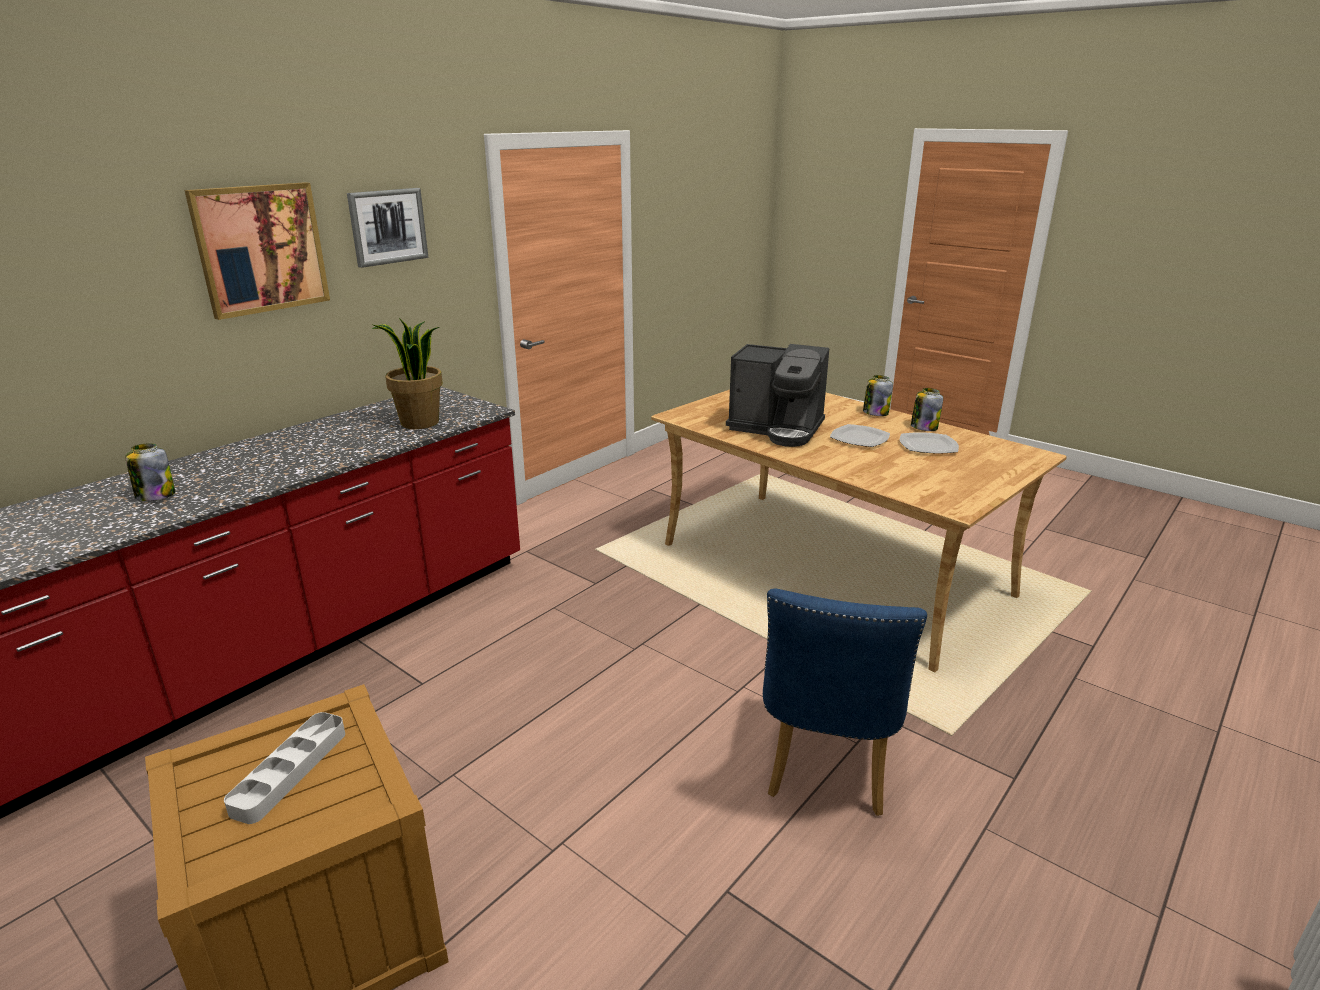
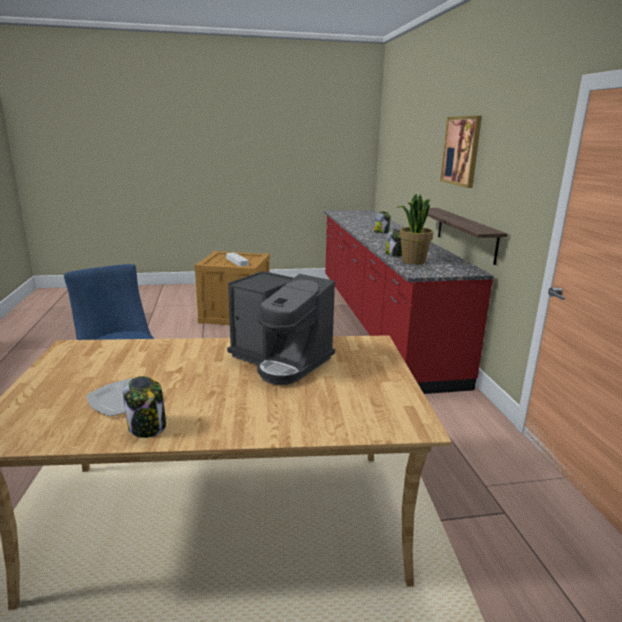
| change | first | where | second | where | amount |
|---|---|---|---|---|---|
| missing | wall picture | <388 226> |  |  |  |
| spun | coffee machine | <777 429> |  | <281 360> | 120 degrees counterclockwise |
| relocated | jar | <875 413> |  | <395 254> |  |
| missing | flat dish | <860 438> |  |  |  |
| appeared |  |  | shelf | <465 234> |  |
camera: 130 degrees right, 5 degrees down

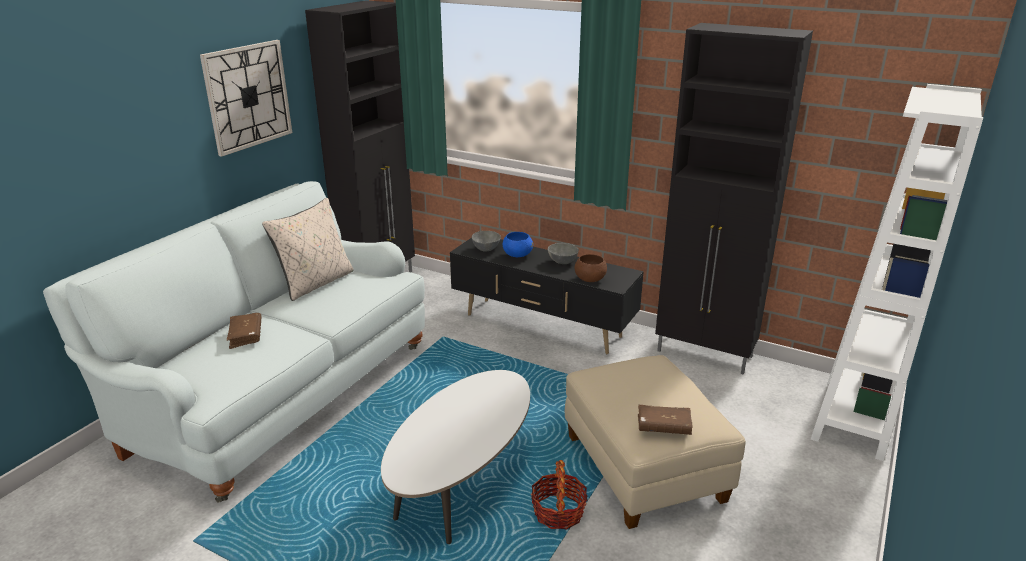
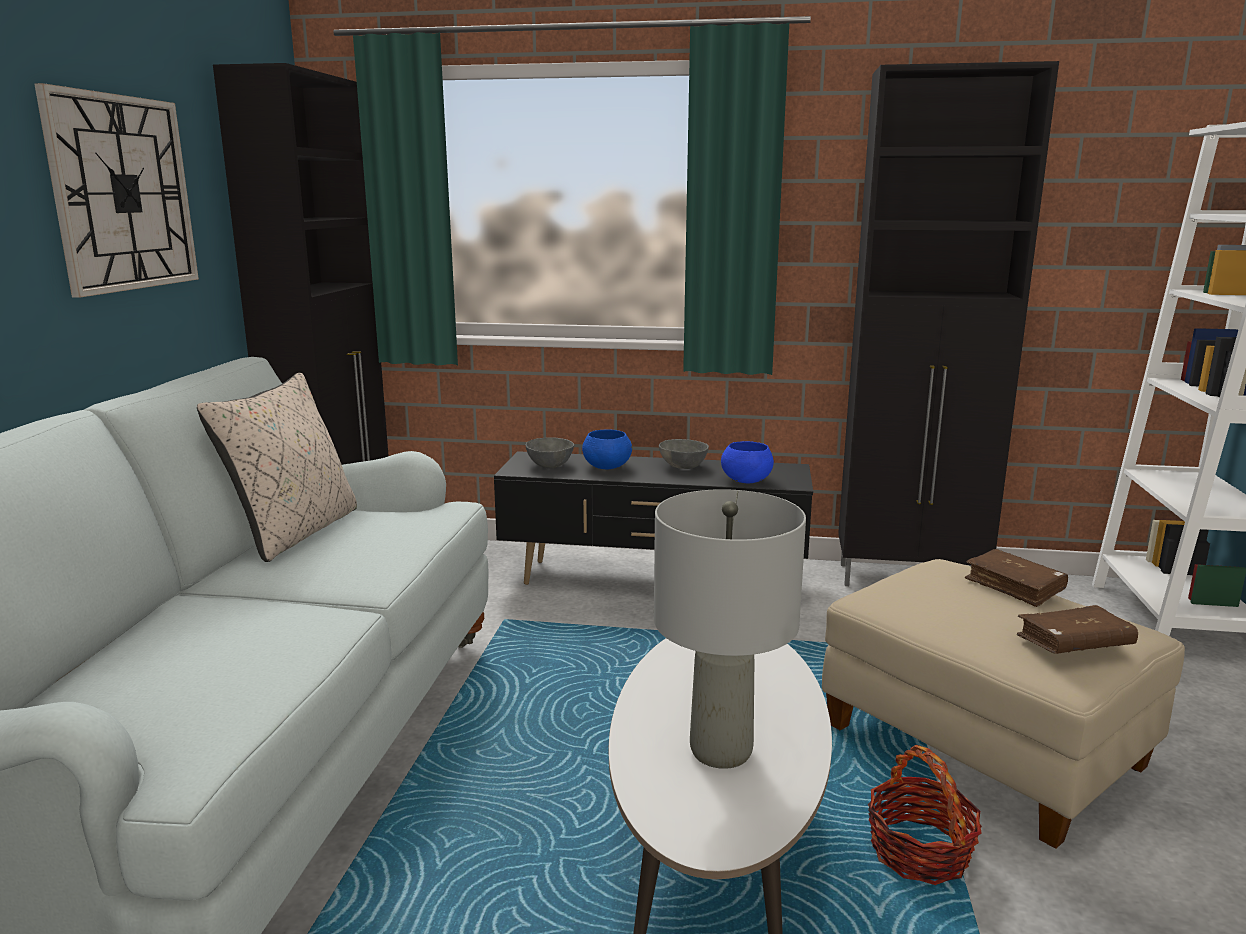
| change | first | where | second | where | amount |
|---|---|---|---|---|---|
| colour | brown serving bowl | <589 279> | blue serving bowl | <746 481> |  |
| relocated | brown volume | <246 335> |  | <1014 586> |  |
| appeared |  |  | greyish table lamp | <719 750> |  |
camera: 20 degrees left, 10 degrees down

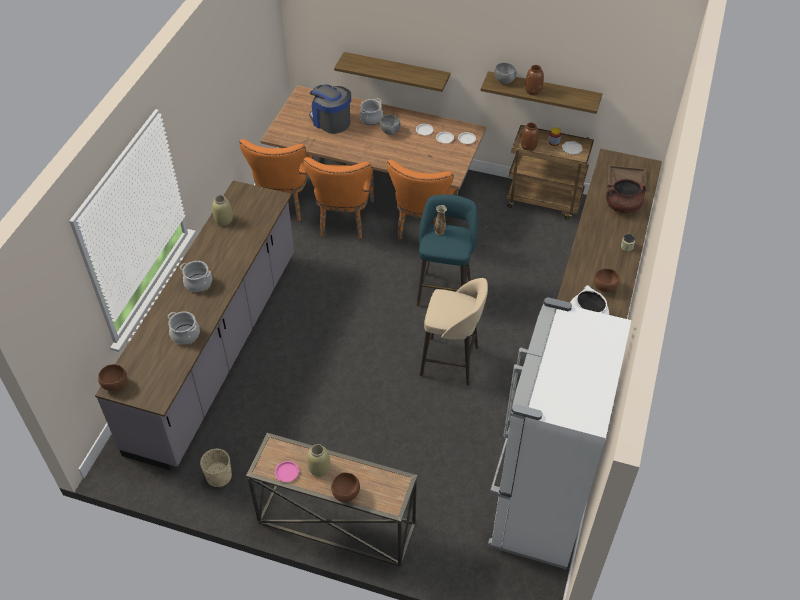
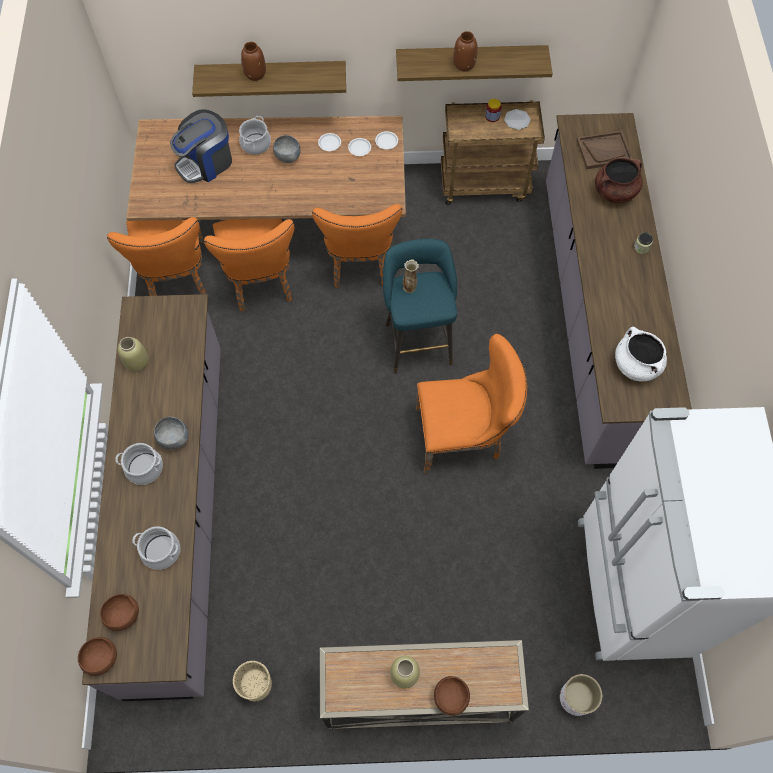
| change | first | where | second | where | amount |
|---|---|---|---|---|---|
| relocated | greyish serving bowl | <504 81> |  | <174 439> |  |
| spun | coffee machine | <331 121> |  | <206 163> | 60 degrees counterclockwise |
| relocated | brown flower vase | <529 146> |  | <255 74> |  |
| relocated | brown serving bowl | <605 288> |  | <124 616> |  |
| exchanged | sand-coloured stool seat | <451 362> | orangey chair | <463 435> |  |
| missing | pinkish flat dish | <287 472> |  |  |  |
| appeared |  |  | white planter | <575 698> |  |
camera: 20 degrees left, 15 degrees up

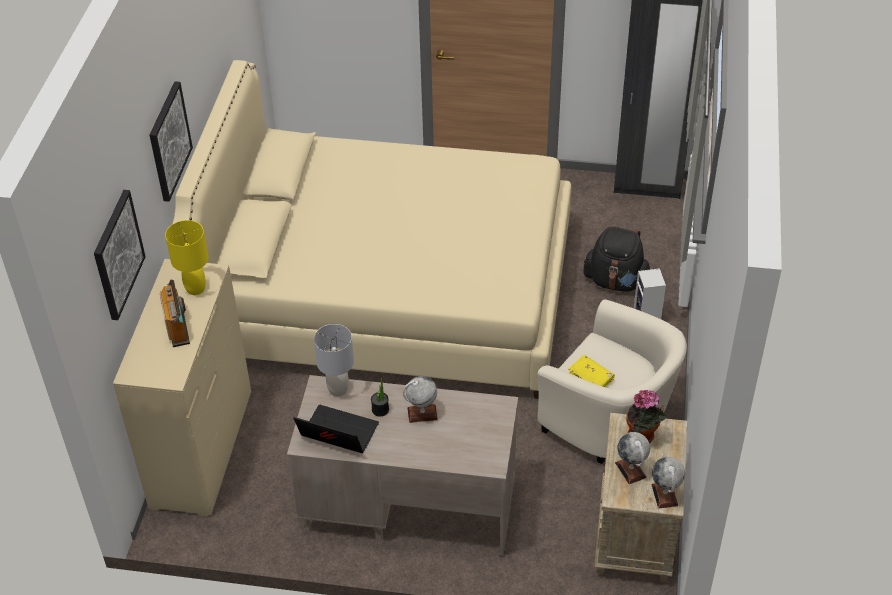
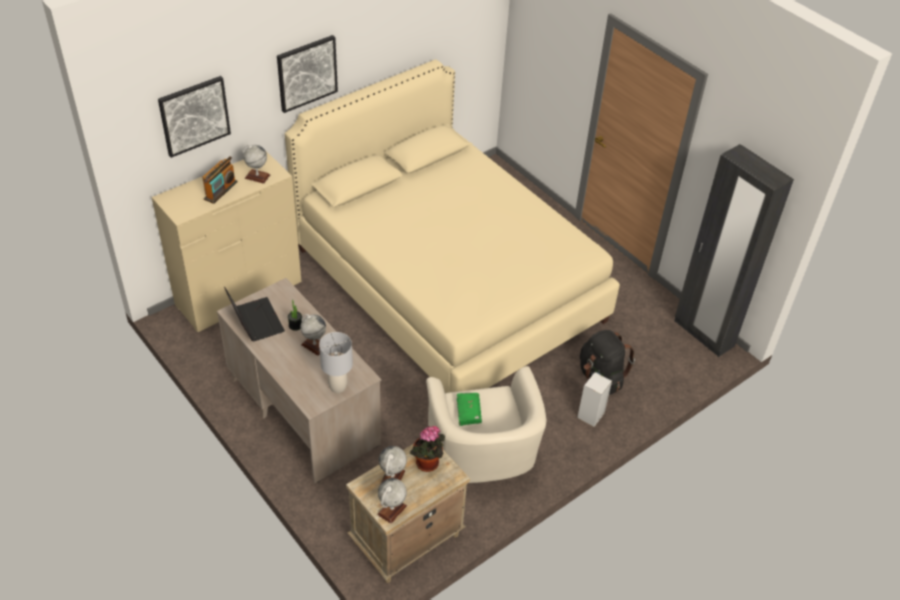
| change | first | where | second | where | amount |
|---|---|---|---|---|---|
| exchanged | yellowish table lamp | <195 288> | desk globe | <257 176> |  |
| relocated | greyish table lamp | <338 389> |  | <338 387> |  |
| colour | yellowish volume | <591 378> | greenish volume | <468 412> |  |
camera: 40 degrees right, 0 degrees up

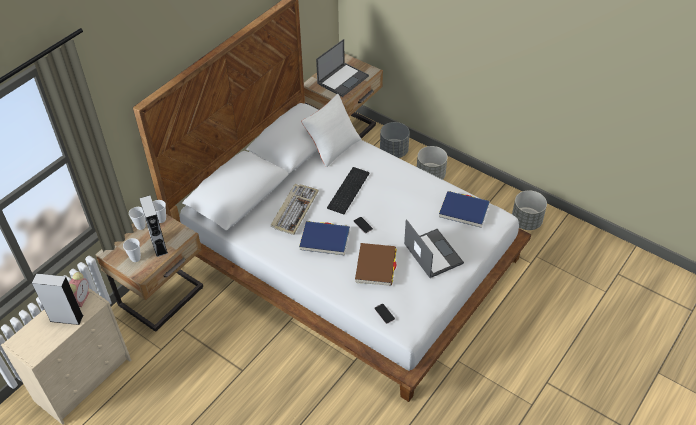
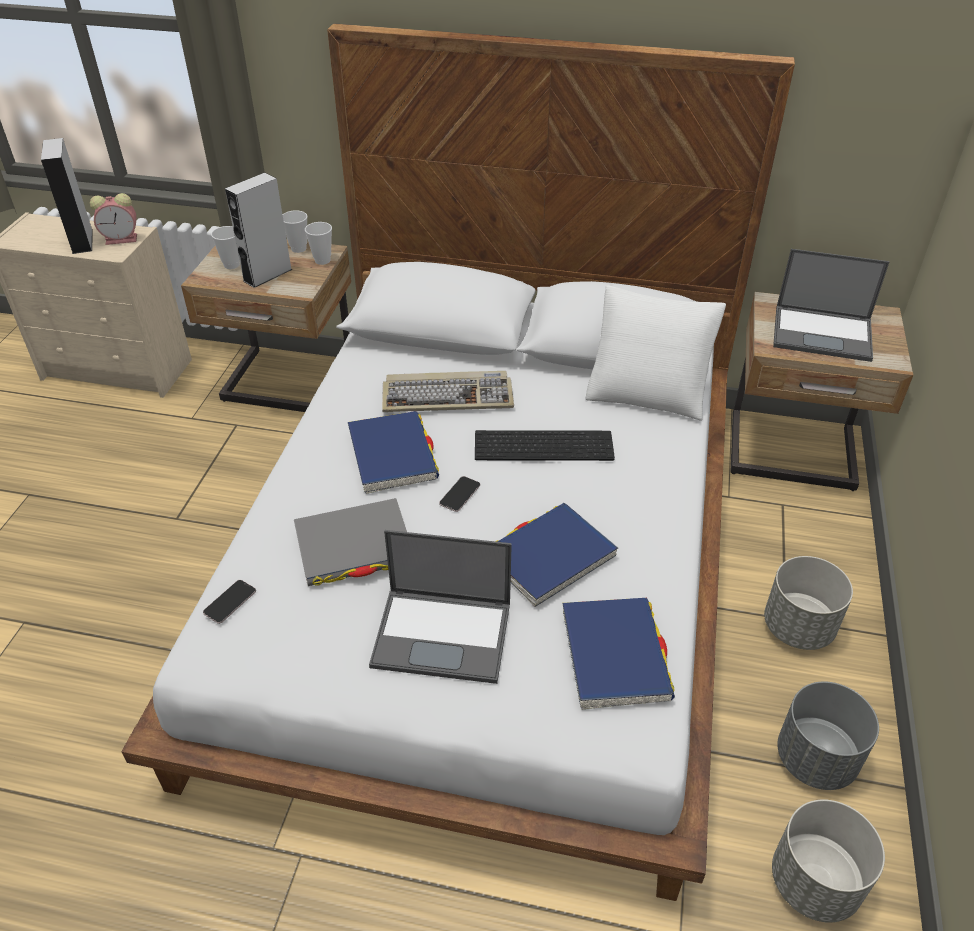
| change | first | where | second | where | amount |
|---|---|---|---|---|---|
| relocated | greyish planter | <394 151> |  | <816 759> |  |
| spun | portable computer | <432 253> |  | <444 634> | 60 degrees clockwise |
| colour | brown volume | <375 266> | greyish volume | <354 546> |  |
| appeared |  |  | blue volume | <549 557> |  |
camera: 65 degrees right, 5 degrees down

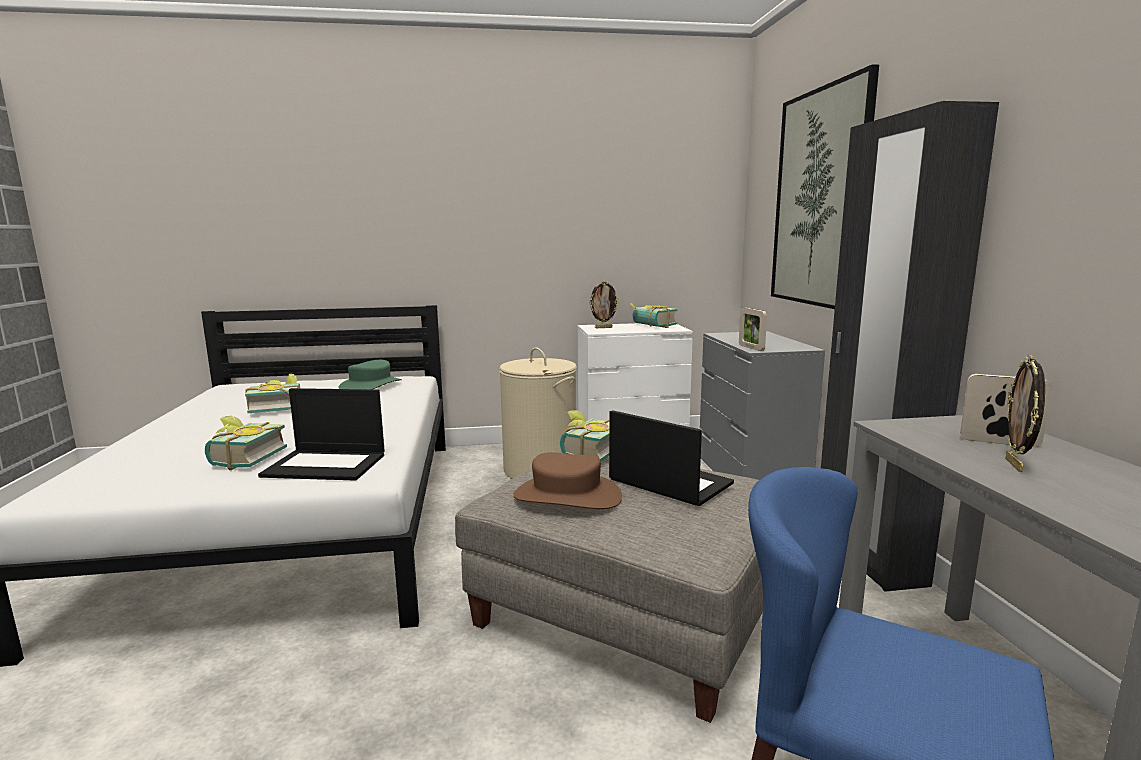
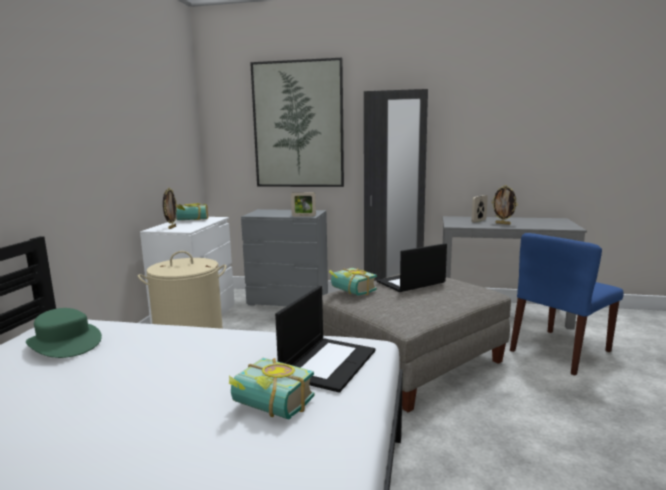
| change | first | where | second | where | amount |
|---|---|---|---|---|---|
| missing | volume | <277 408> |  |  |  |
| missing | brown hat | <567 496> |  |  |  |
camera: 70 degrees left, 0 degrees up

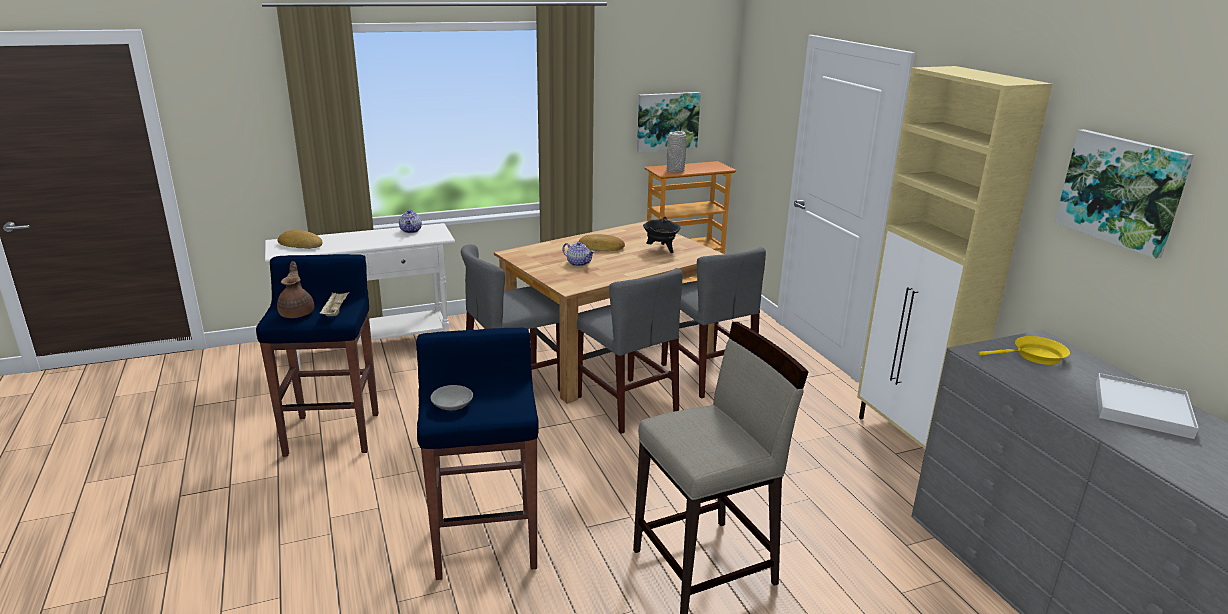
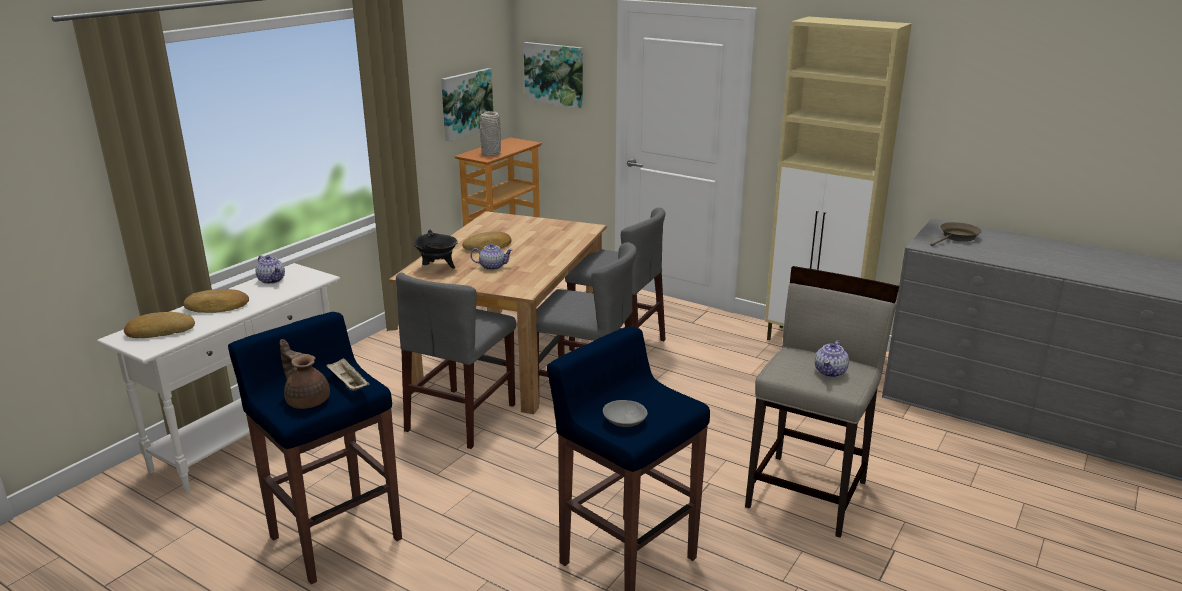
| change | first | where | second | where | amount |
|---|---|---|---|---|---|
| relocated | wall picture | <1122 191> |  | <554 74> |  |
| relocated | black-coloured cooking pot | <661 249> |  | <437 267> |  |
| colour | yellowish frying pan | <1034 356> | brown frying pan | <957 237> |  |
| missing | white serving tray | <1142 409> |  |  |  |
| appeared |  |  | baked bread | <217 307> |  |
| appeared |  |  | teapot | <830 372> |  |
camera: 35 degrees left, 0 degrees up

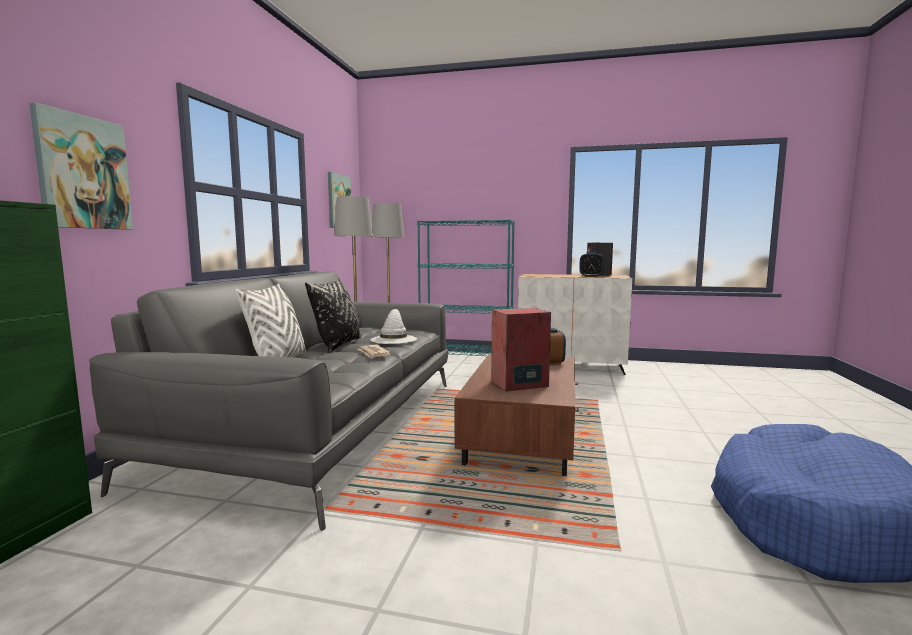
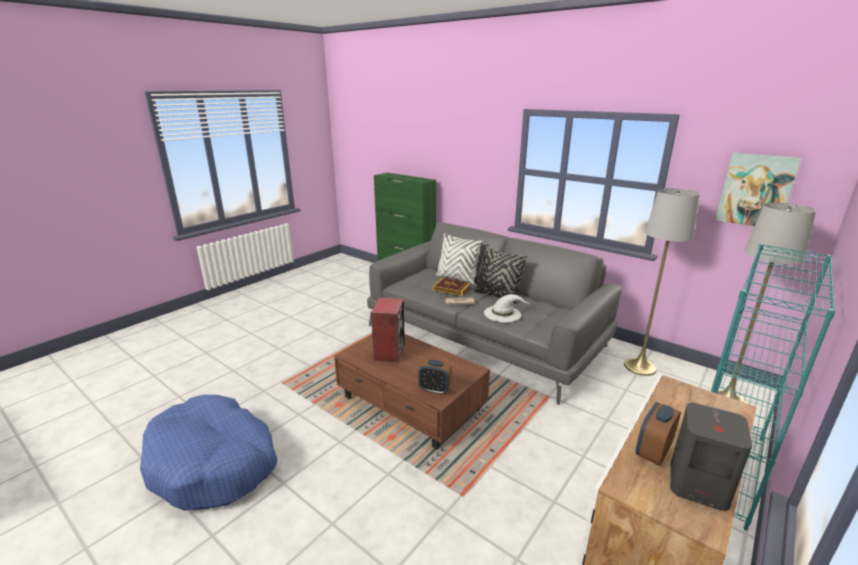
| change | first | where | second | where | amount |
|---|---|---|---|---|---|
| missing | wall picture | <83 172> |  |  |  |
| appeared |  |  | volume | <452 289> |  |
camera: 115 degrees right, 15 degrees up

